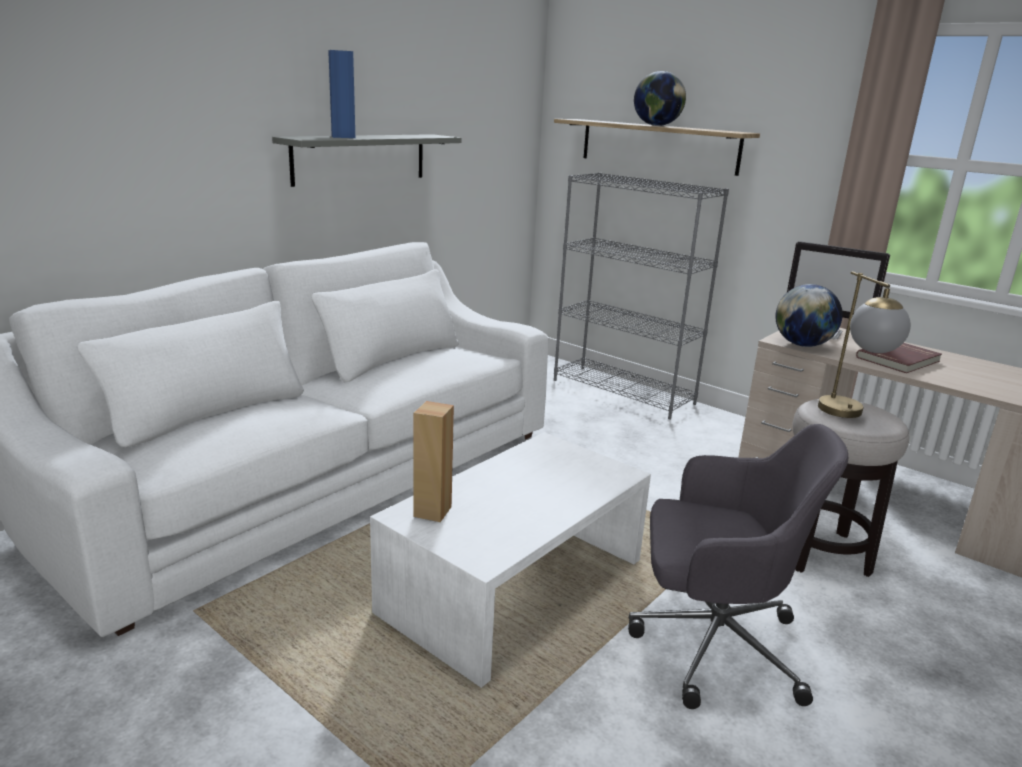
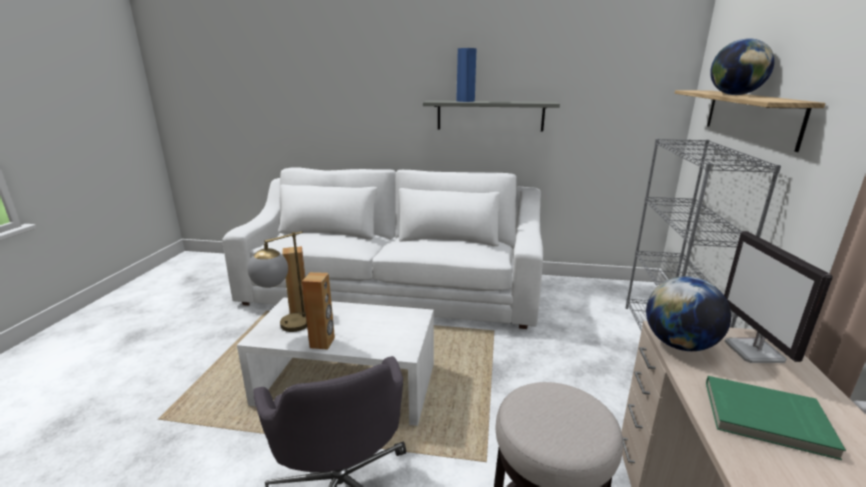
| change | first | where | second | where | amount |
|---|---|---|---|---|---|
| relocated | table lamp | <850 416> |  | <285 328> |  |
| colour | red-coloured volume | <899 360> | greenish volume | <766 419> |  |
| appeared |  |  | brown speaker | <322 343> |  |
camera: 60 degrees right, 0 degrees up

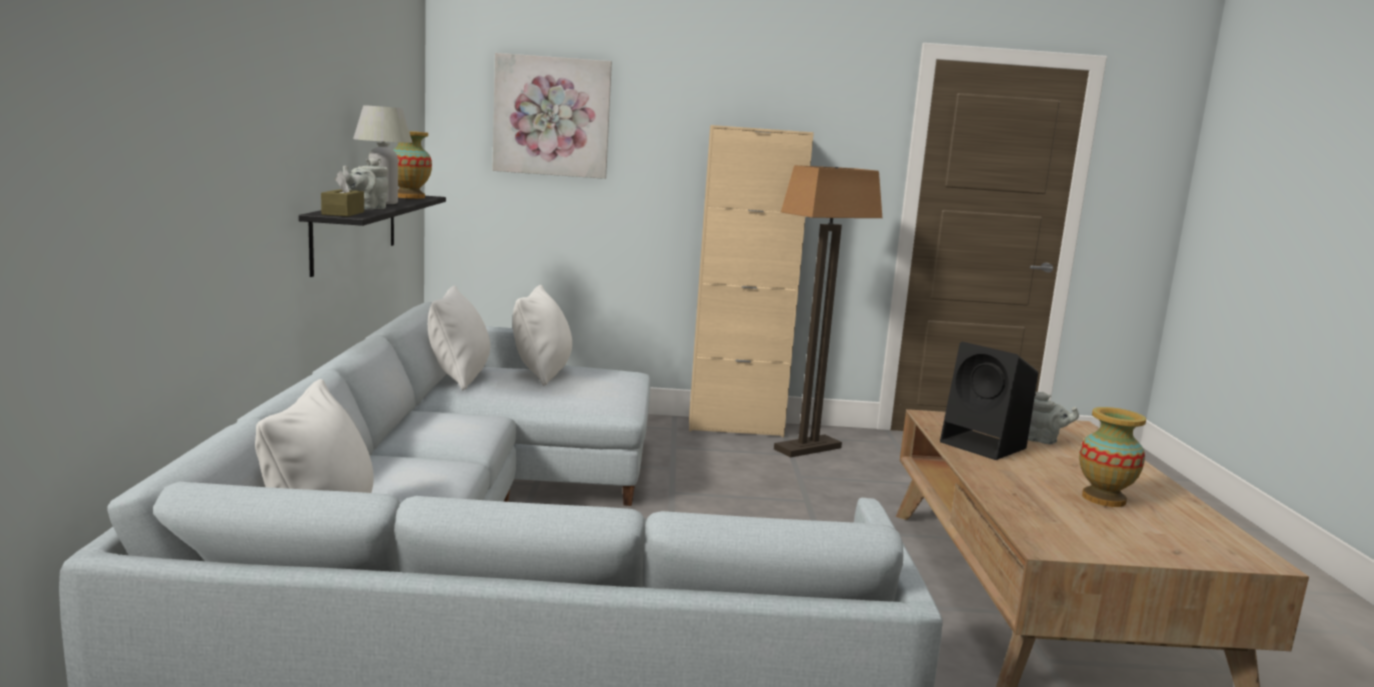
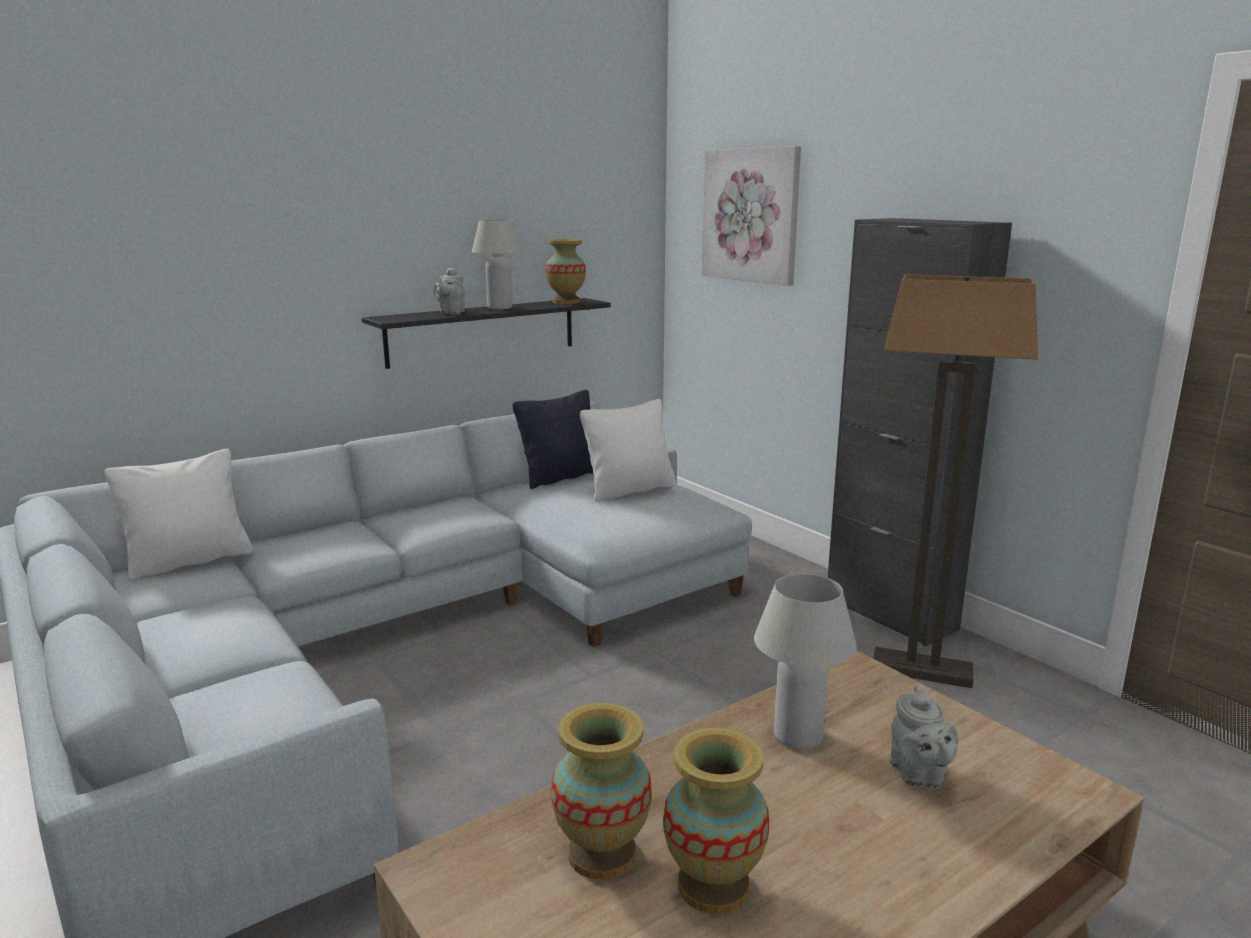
| change | first | where | second | where | amount |
|---|---|---|---|---|---|
| colour | sand-coloured cupboard | <735 427> | black-coloured cupboard | <890 614> |  |
| spun | greyish teapot | <367 208> |  | <451 313> | 75 degrees counterclockwise |
| missing | brown tissue box | <343 213> |  |  |  |
| colour | white throw pillow | <460 377> | black-coloured throw pillow | <562 477> |  |
| exchanged | black-coloured speaker | <985 446> | white table lamp | <798 736> |  |
| appeared |  |  | flower vase | <601 854> |  |
camera: 55 degrees right, 5 degrees up

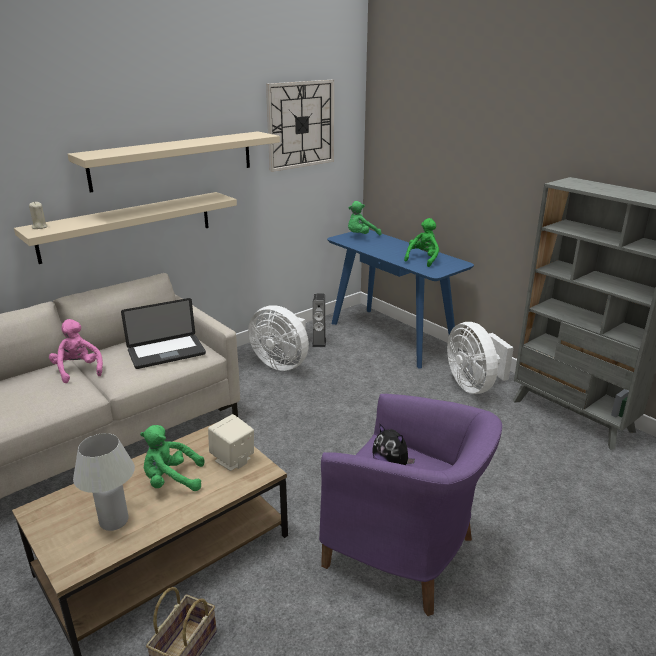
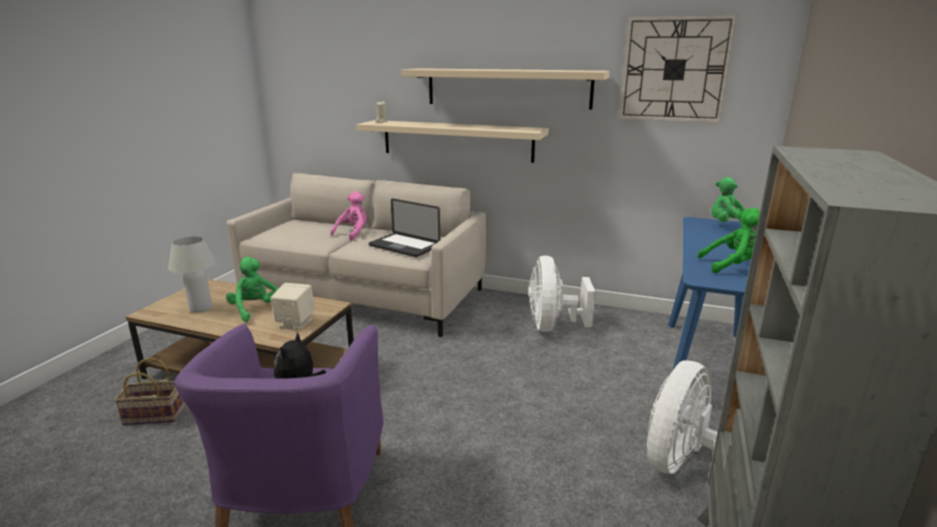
| change | first | where | second | where | amount |
|---|---|---|---|---|---|
| missing | speaker | <319 342> |  |  |  |
camera: 60 degrees right, 5 degrees down

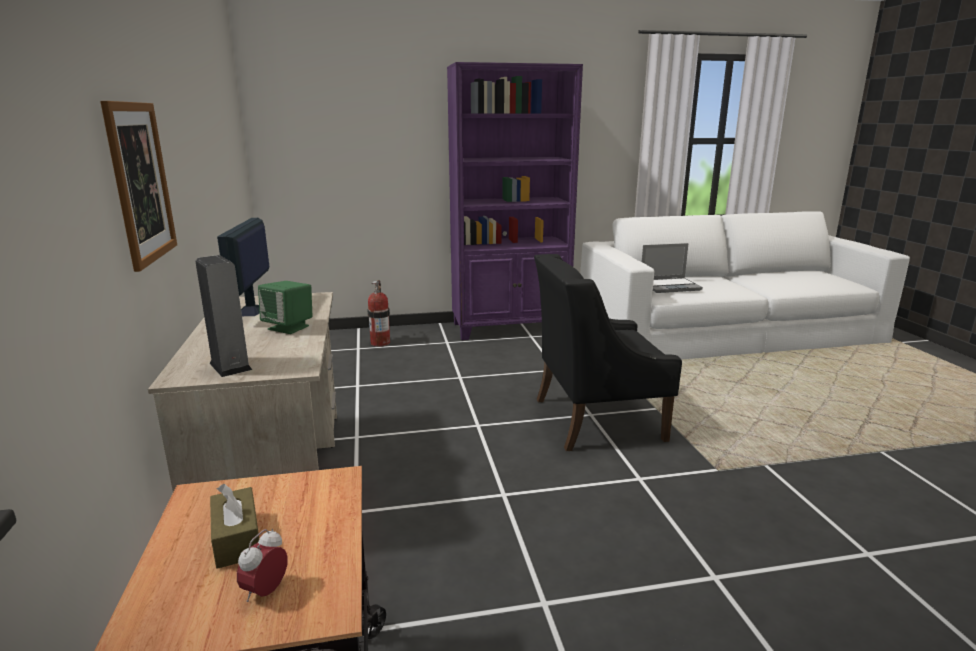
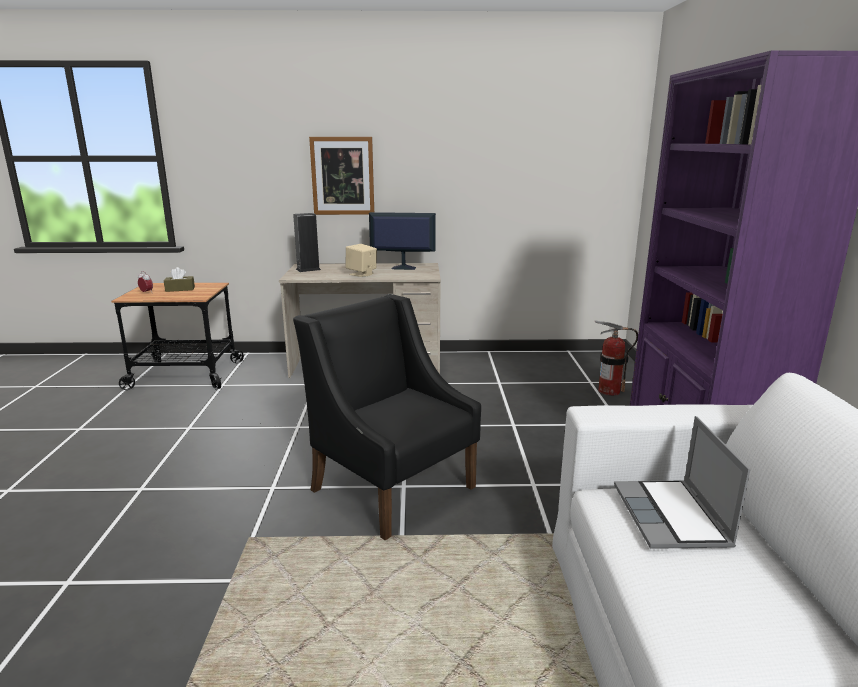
| change | first | where | second | where | amount |
|---|---|---|---|---|---|
| spun | black-coloured lounge chair | <596 419> |  | <392 487> | 45 degrees counterclockwise |
| colour | greenish speaker | <289 327> | sand-coloured speaker | <361 274> |  |
camera: 100 degrees right, 0 degrees up

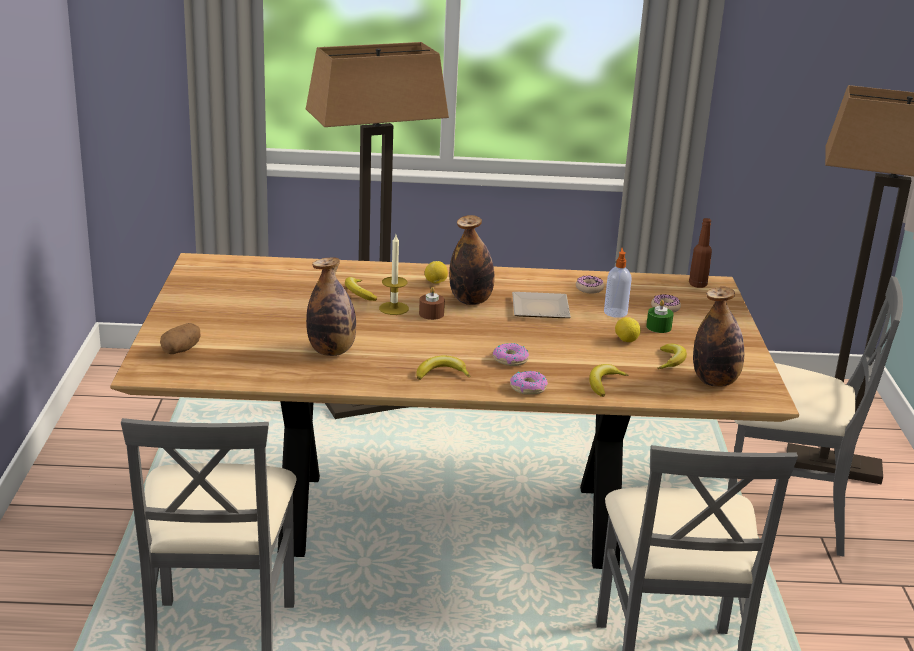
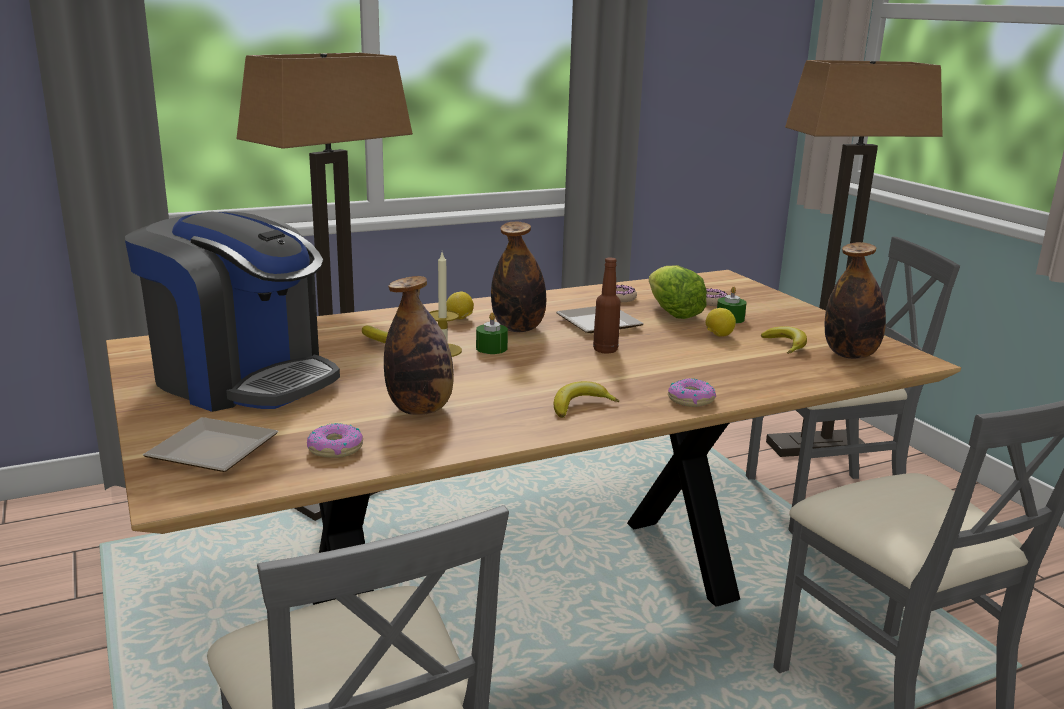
| change | first | where | second | where | amount |
|---|---|---|---|---|---|
| relocated | brown beverage bottle | <698 285> |  | <605 350> |  |
| exchanged | soap bottle | <615 312> | head of lettuce | <673 313> |  |
| colour | brown candle | <431 314> | greenish candle | <491 348> |  |
| exchanged | potato | <181 350> | flat dish | <208 451> |  |
| relocated | doughnut | <510 359> |  | <335 449> |  |
| missing | banana fruit | <604 384> |  |  |  |
| appeared |  |  | coffee machine | <242 378> |  |
camera: 25 degrees left, 5 degrees down

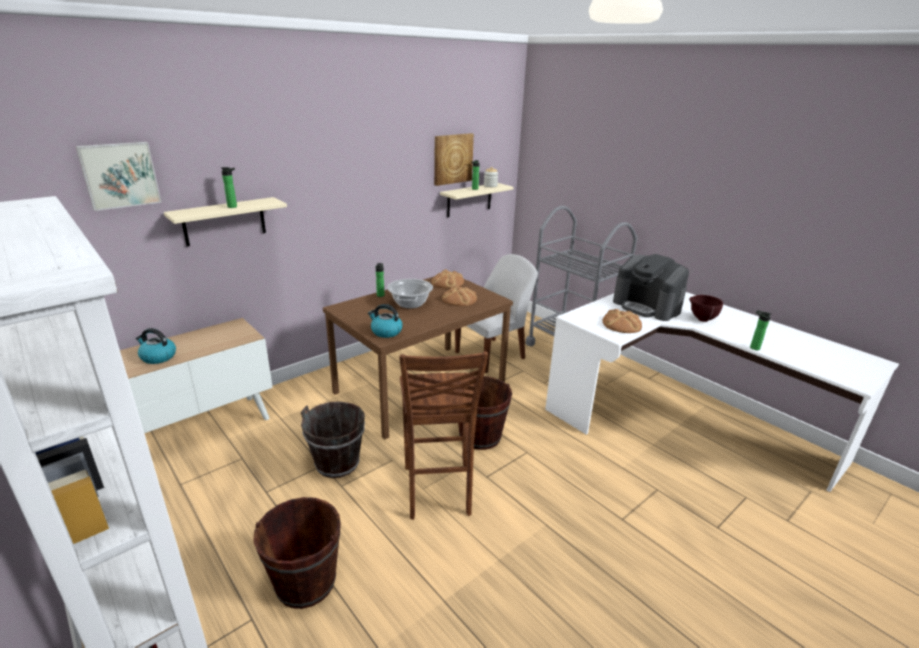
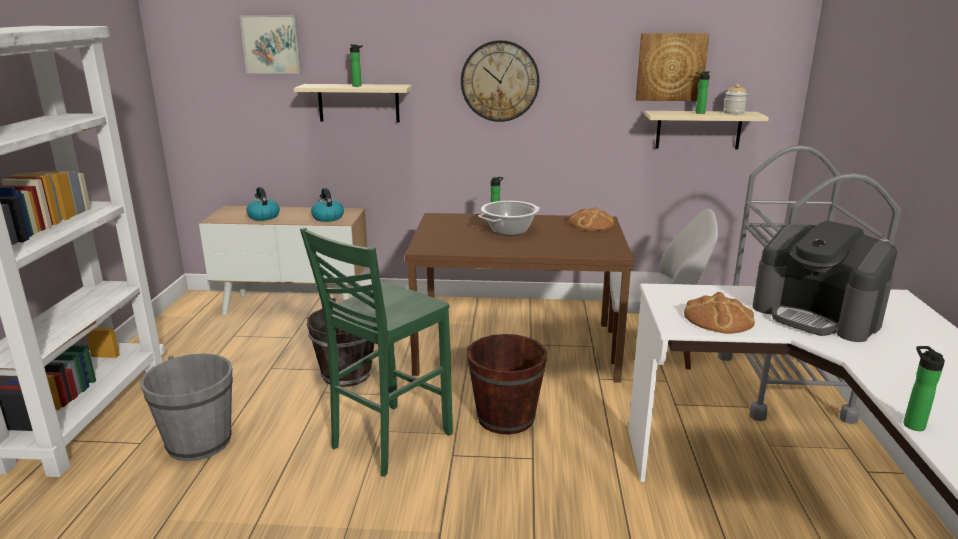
| change | first | where | second | where | amount |
|---|---|---|---|---|---|
| spun | coffee machine | <647 306> |  | <816 315> | 45 degrees counterclockwise |
| missing | baked bread | <459 299> |  |  |  |
| missing | brown serving bowl | <701 319> |  |  |  |
| relocated | kettle | <386 332> |  | <327 217> |  |
| colour | brown stool seat | <437 491> | greenish stool seat | <388 440> |  |
| colour | brown bucket | <305 582> | greyish bucket | <199 442> |  |
| appeared |  |  | hanging clock | <500 81> |  |
camera: 45 degrees right, 5 degrees down

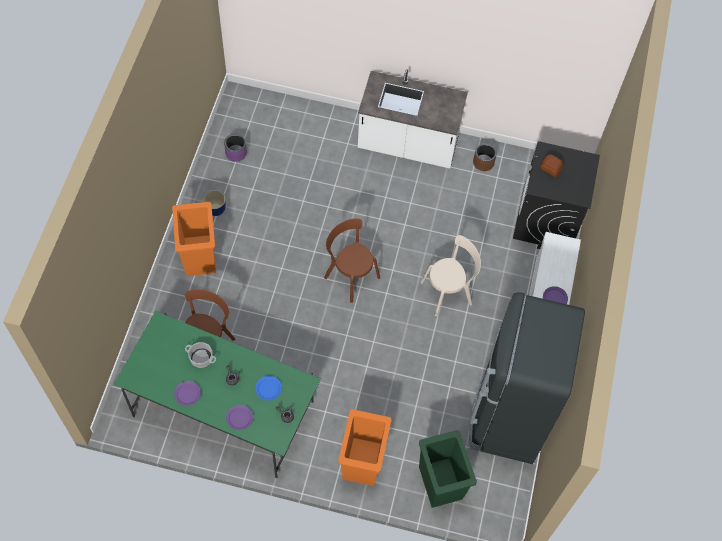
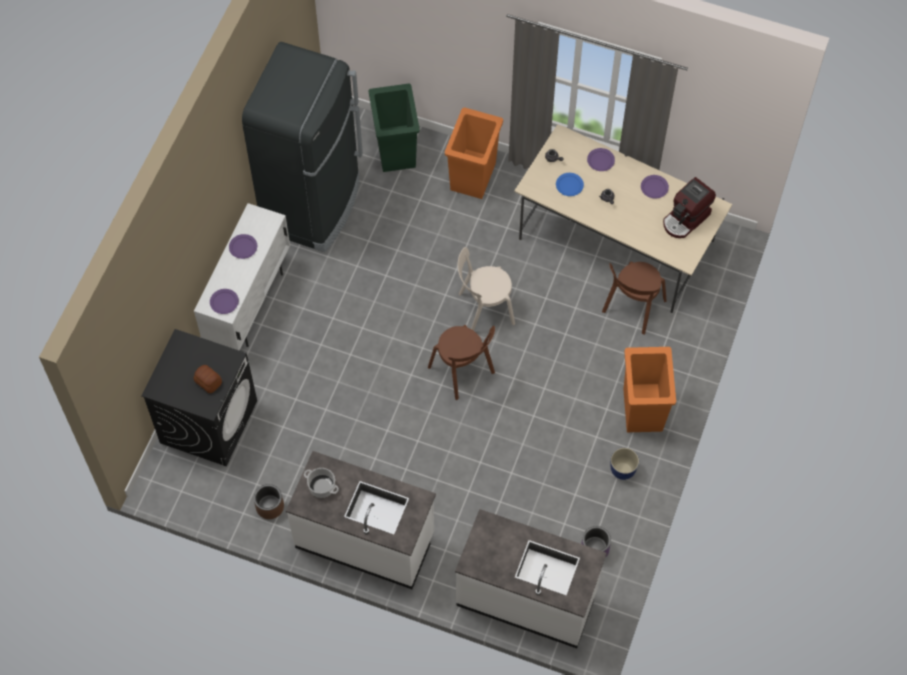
| change | first | where | second | where | amount |
|---|---|---|---|---|---|
| relocated | sand-coloured chair | <448 292> |  | <483 309> |  |
| colour | greenish kitchen table | <223 408> | sand-coloured kitchen table | <616 240> |  |
| relocated | cooking pot | <201 358> |  | <322 486> |  |
| appeared |  |  | coffee machine | <686 219> |  |
| appeared |  |  | purplish flat dish | <224 302> |  |
| appeared |  |  | white kitchen base unit | <527 597> |  |
camera: 170 degrees left, 0 degrees up

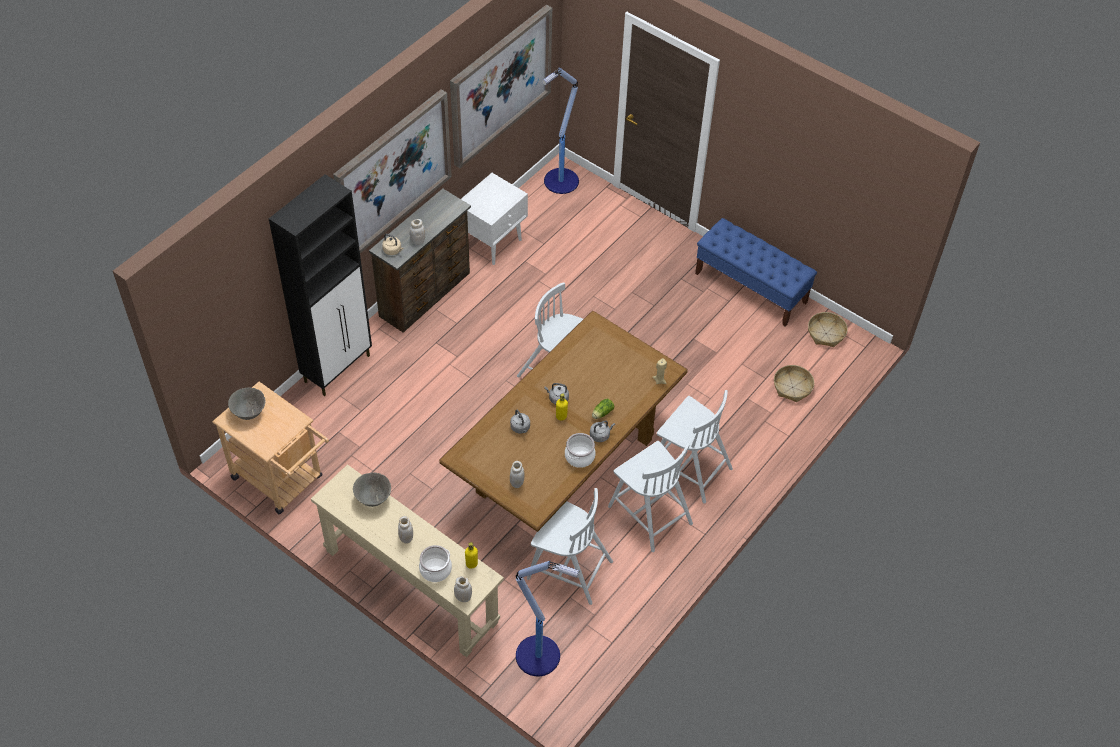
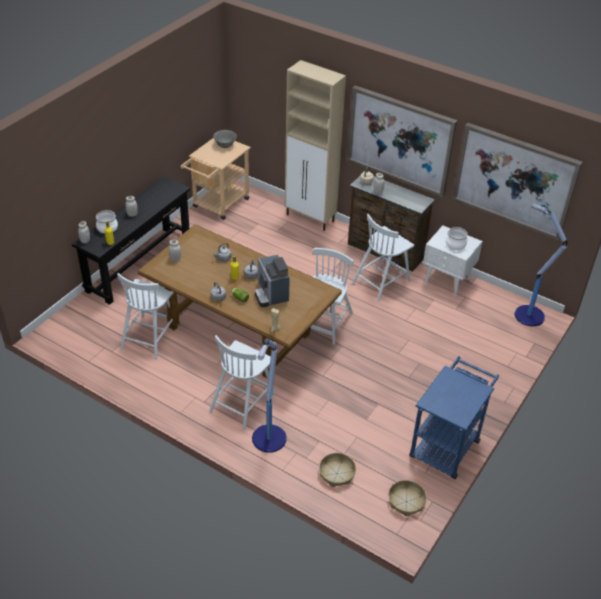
| change | first | where | second | where | amount |
|---|---|---|---|---|---|
| colour | black-coloured cupboard | <338 368> | sand-coloured cupboard | <310 218> |  |
| exchanged | blue indoor bench | <751 288> | blue cart | <447 444> |  |
| relocated | cooking pot | <580 456> |  | <455 244> |  |
| relocated | white chair | <649 513> |  | <381 282> |  |
| colour | sand-coloured hall table | <411 586> | black-coloured hall table | <139 264> |  |
| missing | greyish serving bowl | <373 498> |  |  |  |
| relocated | standing lamp | <539 656> |  | <269 439> |  |
| appeared |  |  | coffee machine | <271 294> |  |
camera: 85 degrees right, 10 degrees down

